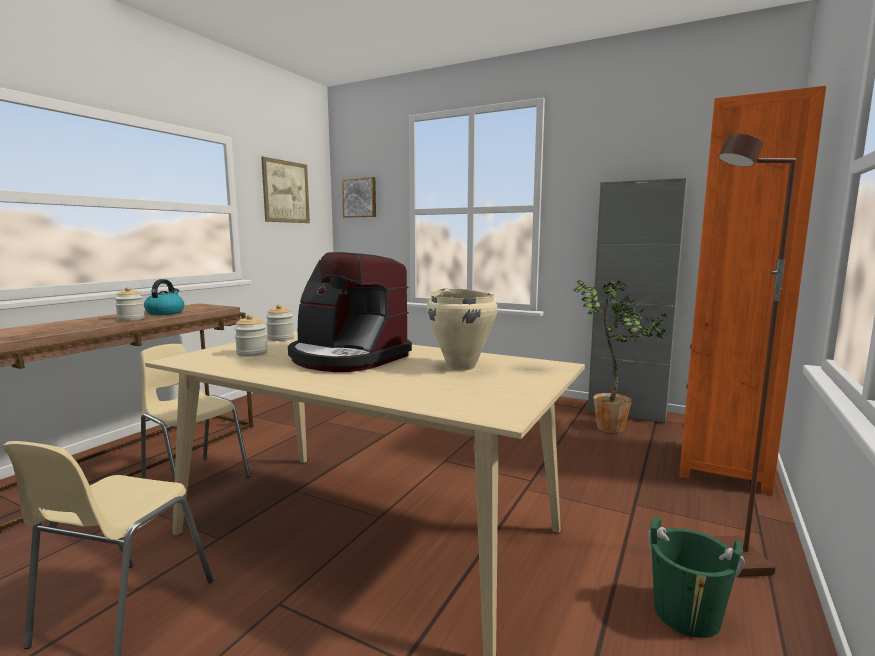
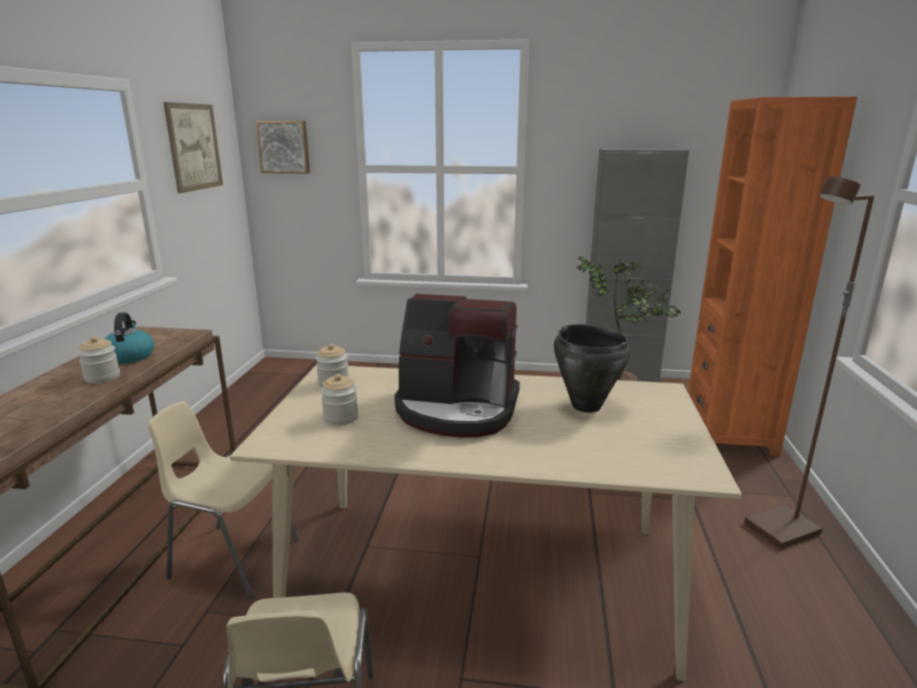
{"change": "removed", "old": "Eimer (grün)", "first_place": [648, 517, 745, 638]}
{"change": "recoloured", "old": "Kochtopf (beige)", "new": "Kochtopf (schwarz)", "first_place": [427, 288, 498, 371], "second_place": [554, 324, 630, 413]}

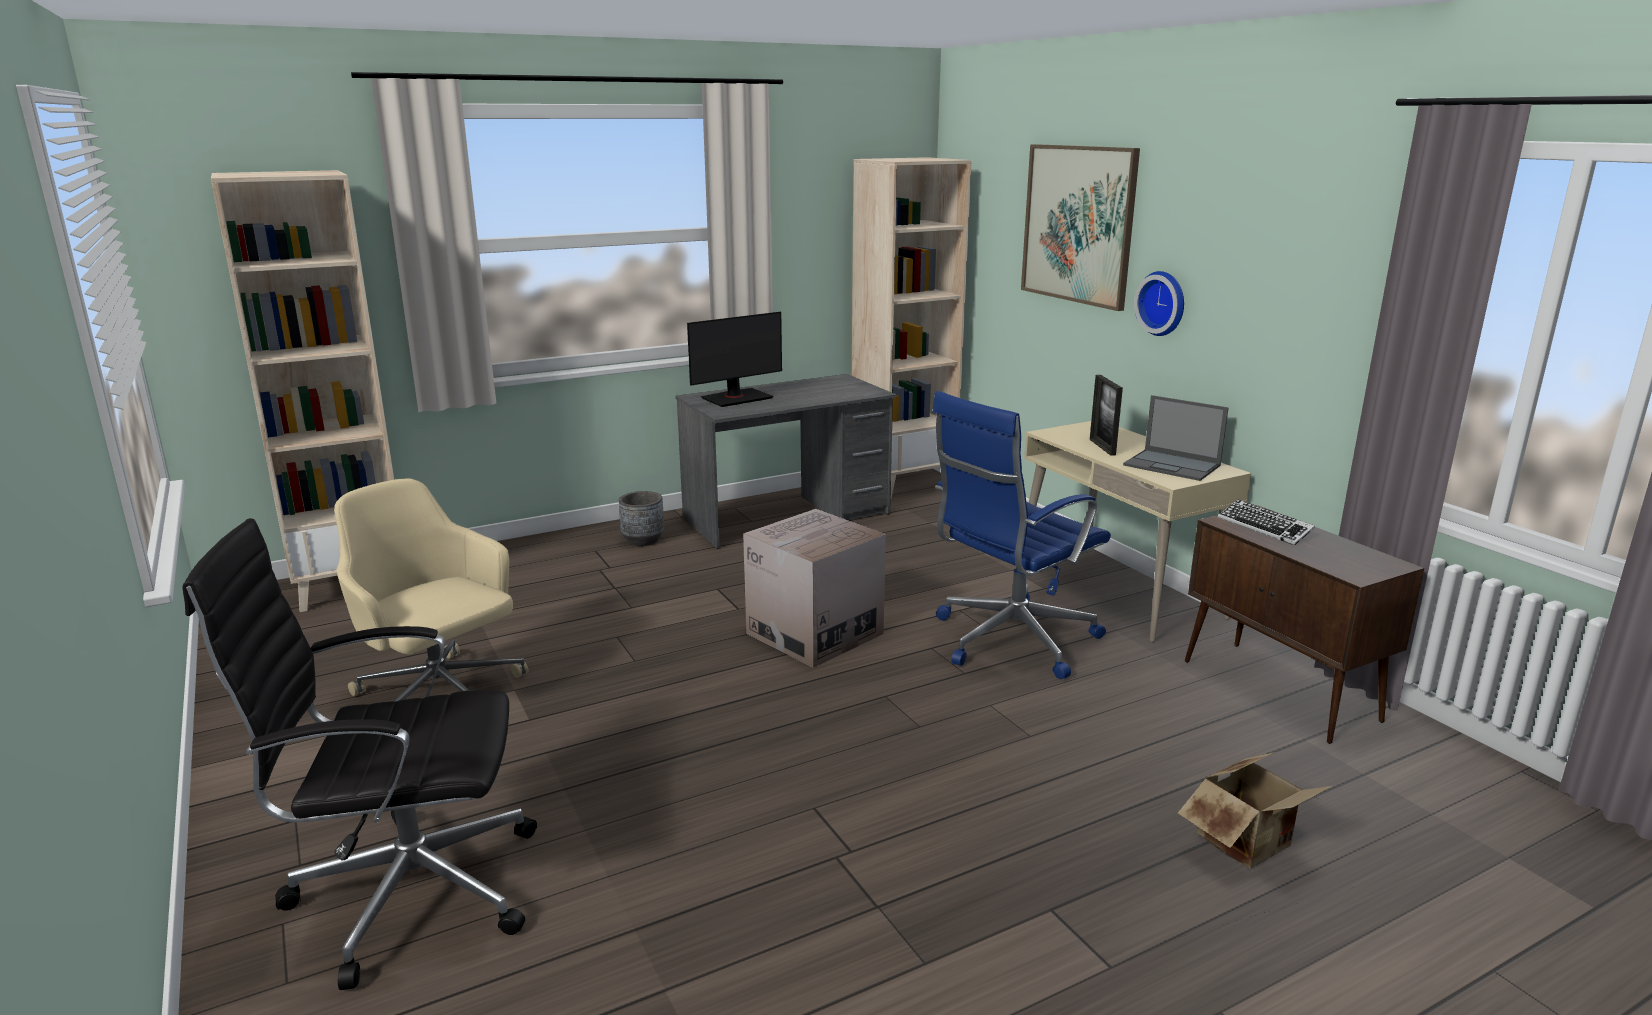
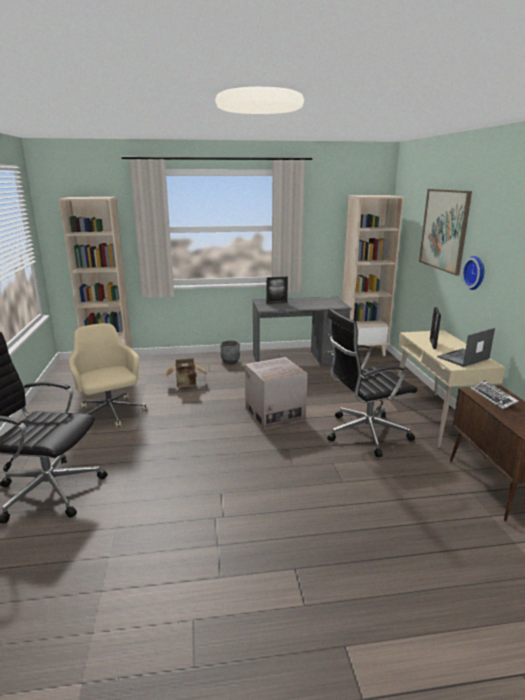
{"change": "moved", "old": "Karton", "first_place": [1178, 752, 1332, 868], "second_place": [165, 358, 207, 388]}
{"change": "replaced", "old": "Monitor", "new": "Bilderrahmen", "first_place": [687, 312, 782, 407], "second_place": [267, 276, 288, 304]}
{"change": "recoloured", "old": "Bürostuhl (blau)", "new": "Bürostuhl (schwarz)", "first_place": [932, 391, 1111, 679], "second_place": [327, 308, 418, 457]}
{"change": "turned", "old": "Laptop", "first_place": [1123, 395, 1229, 481], "second_place": [437, 328, 495, 367], "degrees": 90}

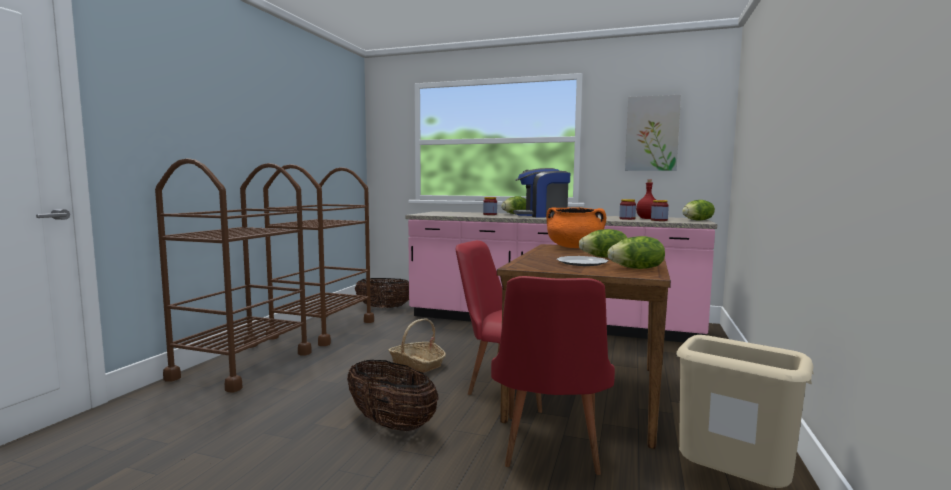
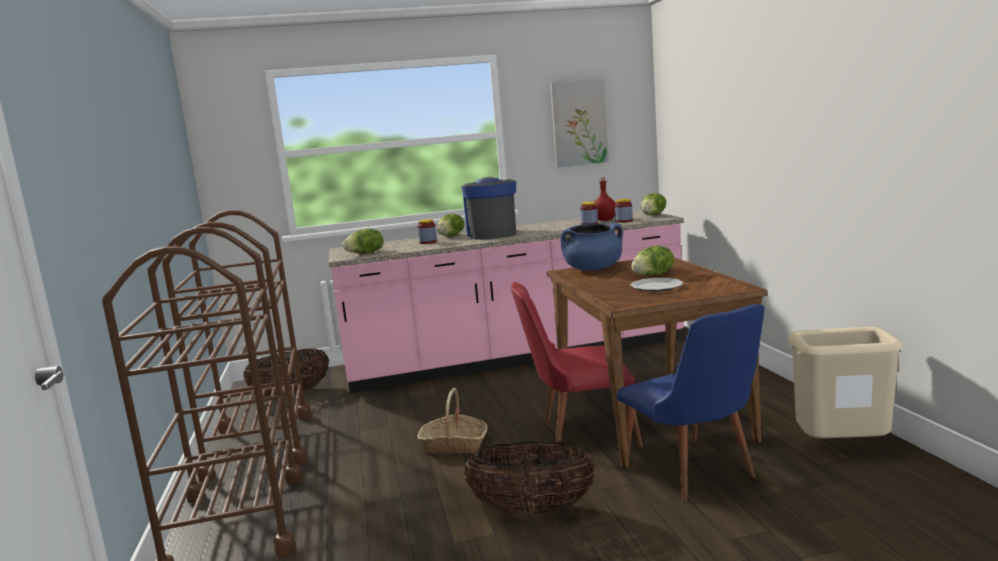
{"change": "moved", "old": "Salatkopf", "first_place": [608, 236, 665, 269], "second_place": [343, 229, 383, 254]}
{"change": "recoloured", "old": "Stuhl (rot)", "new": "Stuhl (blau)", "first_place": [491, 276, 615, 475], "second_place": [616, 304, 765, 501]}
{"change": "recoloured", "old": "Kochtopf (orange)", "new": "Kochtopf (blau)", "first_place": [546, 207, 606, 248], "second_place": [561, 223, 623, 270]}
{"change": "turned", "old": "Kaffeemaschine", "first_place": [513, 168, 570, 217], "second_place": [462, 177, 516, 240], "degrees": 120}

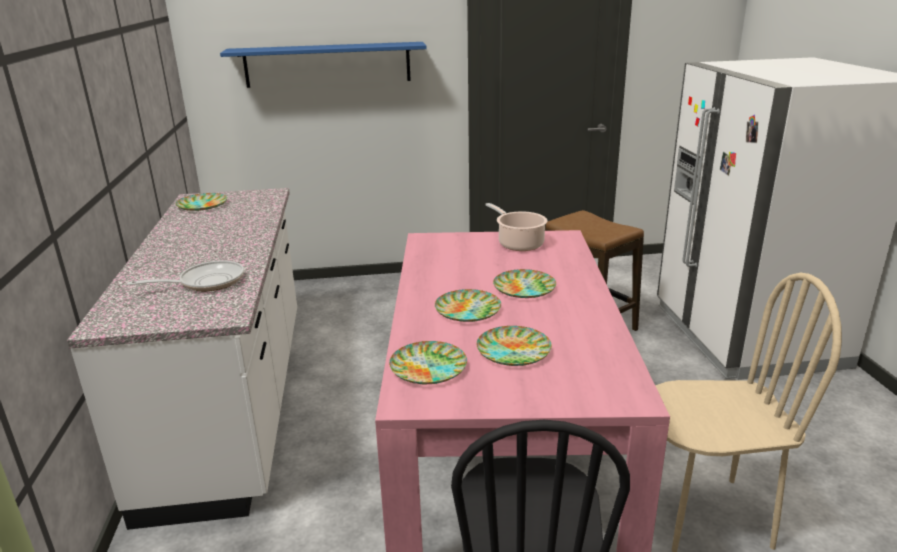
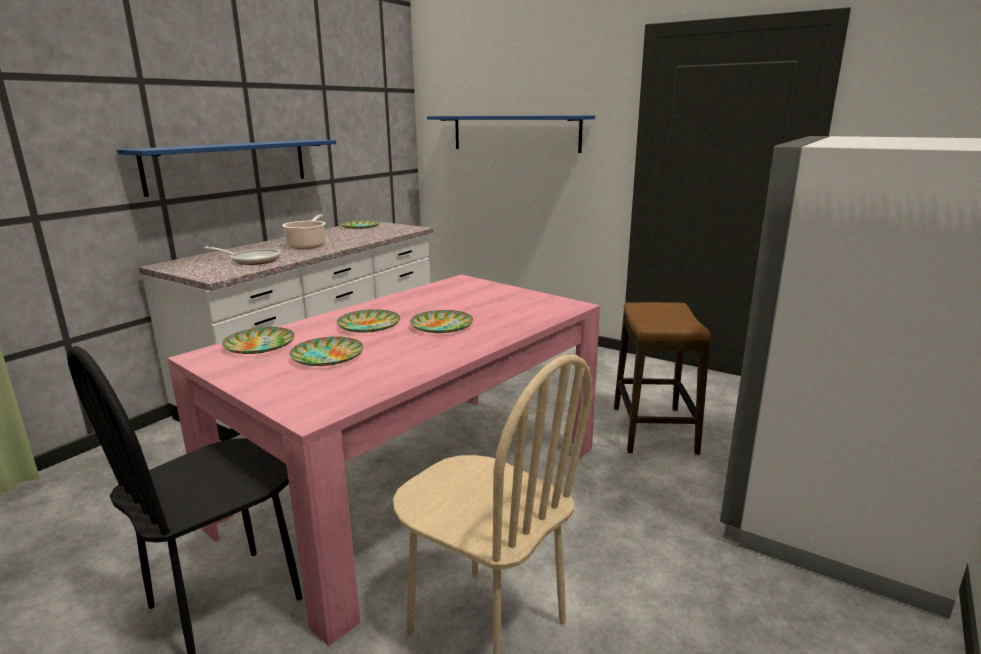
{"change": "added", "new": "Wandregal (blau)", "second_place": [117, 140, 336, 197]}
{"change": "moved", "old": "Kochtopf", "first_place": [486, 203, 547, 251], "second_place": [282, 214, 326, 249]}

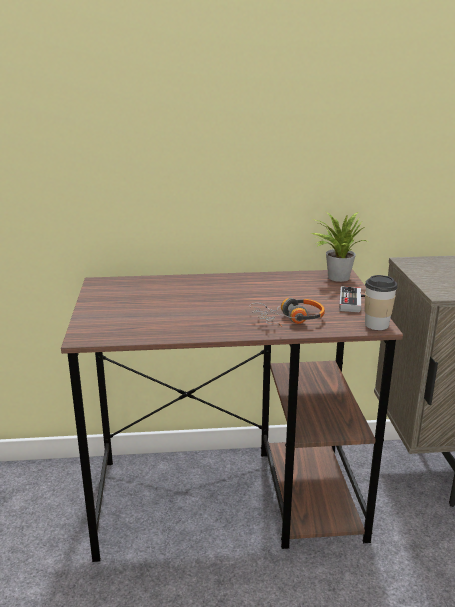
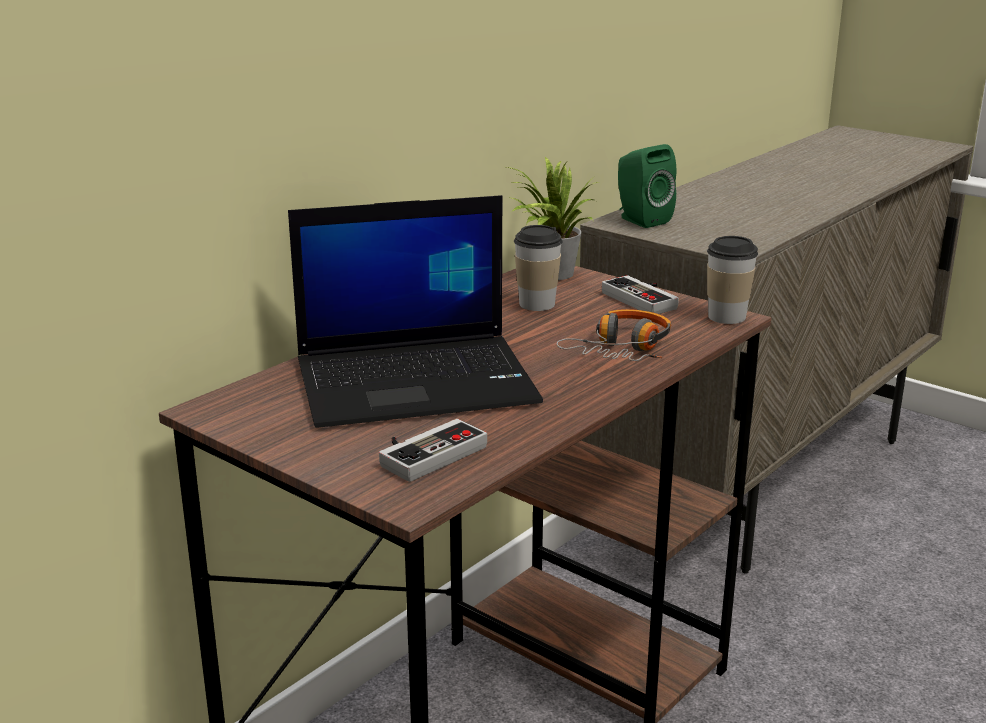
{"change": "added", "new": "Laptop", "second_place": [288, 195, 543, 428]}
{"change": "added", "new": "Gamepad", "second_place": [379, 419, 487, 482]}
{"change": "added", "new": "Tasse", "second_place": [514, 225, 563, 311]}
{"change": "added", "new": "Lautsprecher (grün)", "second_place": [618, 144, 676, 228]}

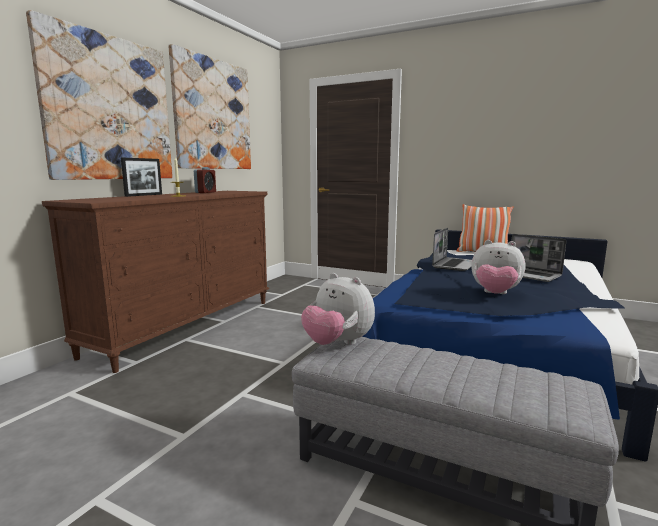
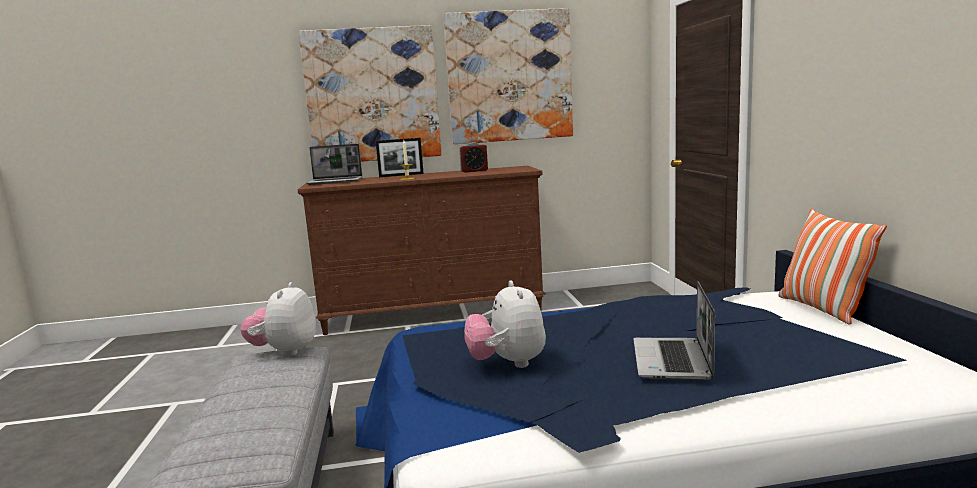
{"change": "moved", "old": "Laptop", "first_place": [432, 228, 472, 271], "second_place": [307, 144, 362, 185]}

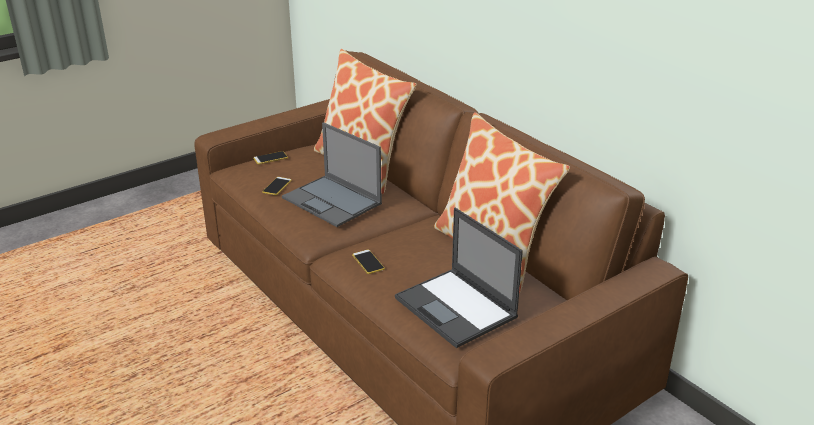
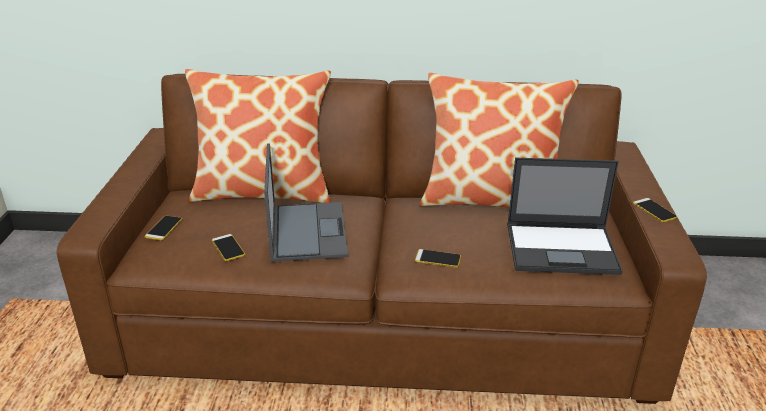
{"change": "added", "new": "Handy", "second_place": [633, 198, 678, 223]}
{"change": "turned", "old": "Laptop", "first_place": [282, 122, 382, 227], "second_place": [264, 143, 348, 262], "degrees": -90}

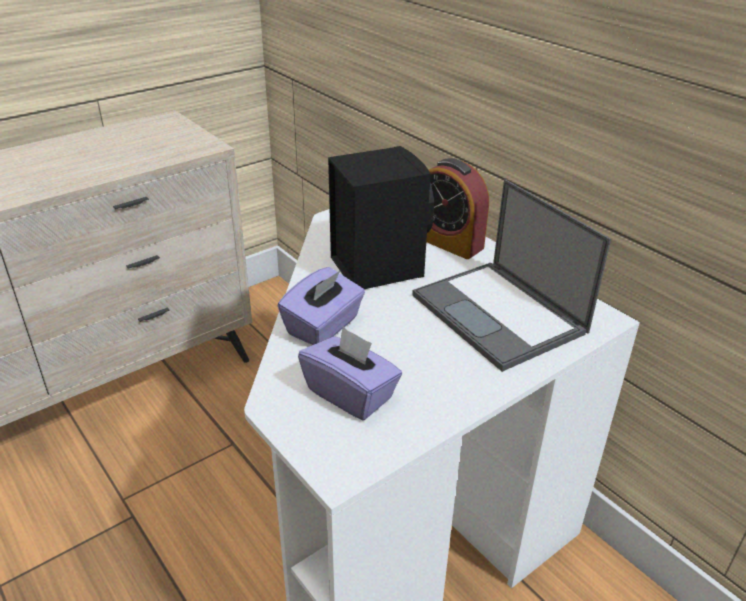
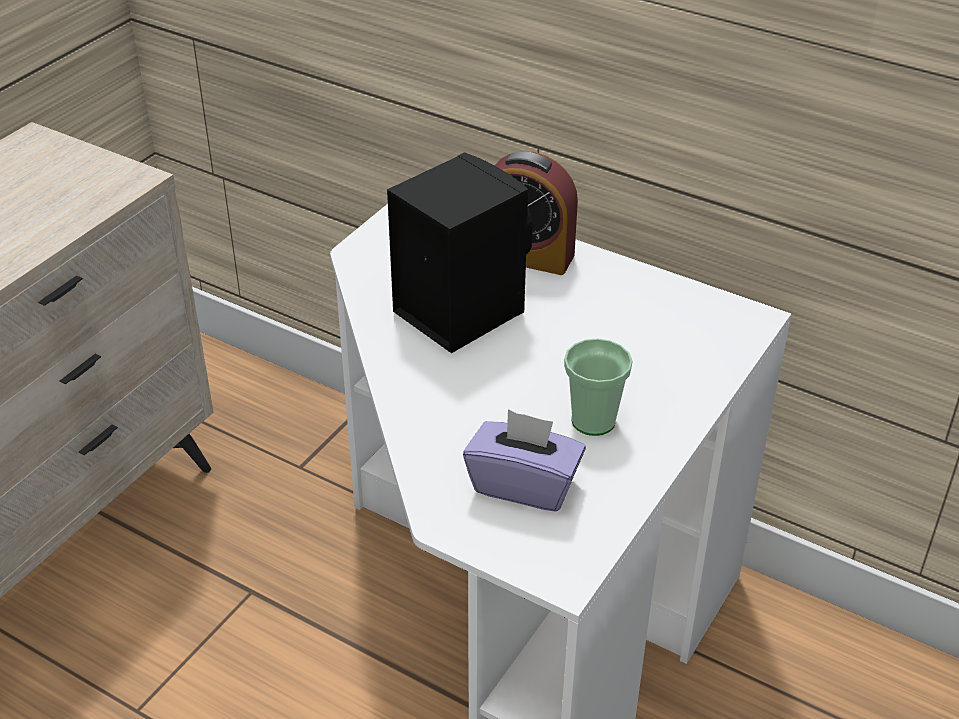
{"change": "removed", "old": "Taschentuchbox (lila)", "first_place": [278, 267, 365, 345]}
{"change": "removed", "old": "Laptop", "first_place": [412, 179, 611, 372]}
{"change": "added", "new": "Tasse", "second_place": [564, 338, 632, 436]}

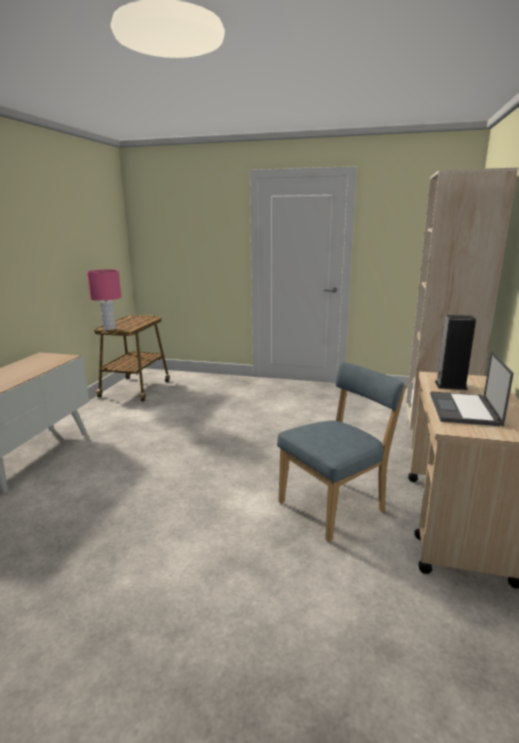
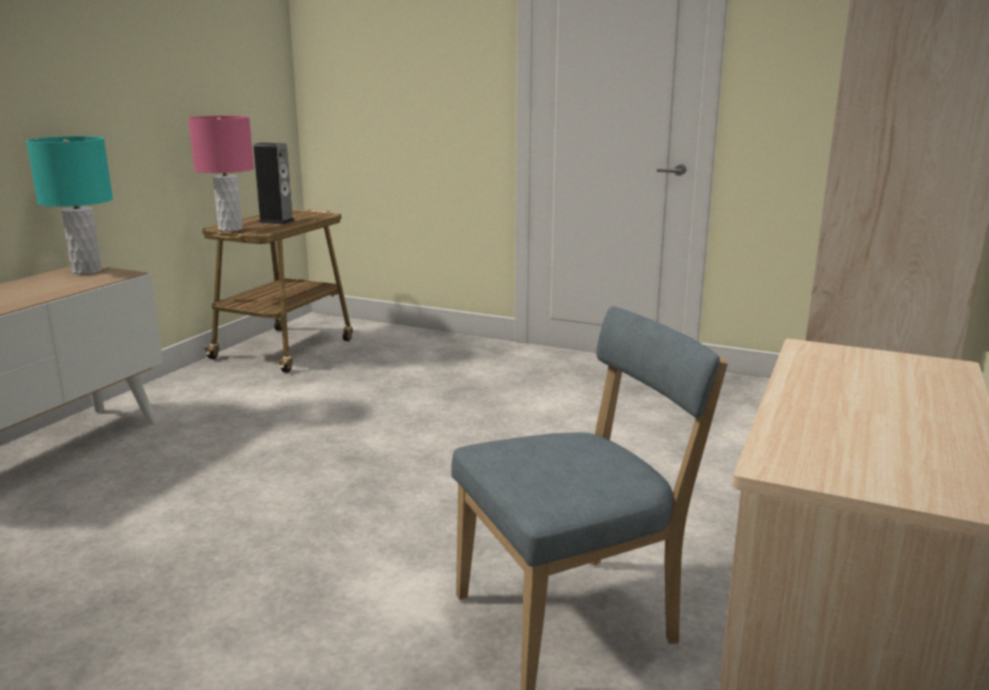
{"change": "removed", "old": "Laptop", "first_place": [430, 351, 514, 427]}
{"change": "added", "new": "Tischlampe (türkis)", "second_place": [26, 136, 113, 274]}
{"change": "moved", "old": "Lautsprecher", "first_place": [435, 315, 476, 390], "second_place": [253, 142, 295, 224]}

